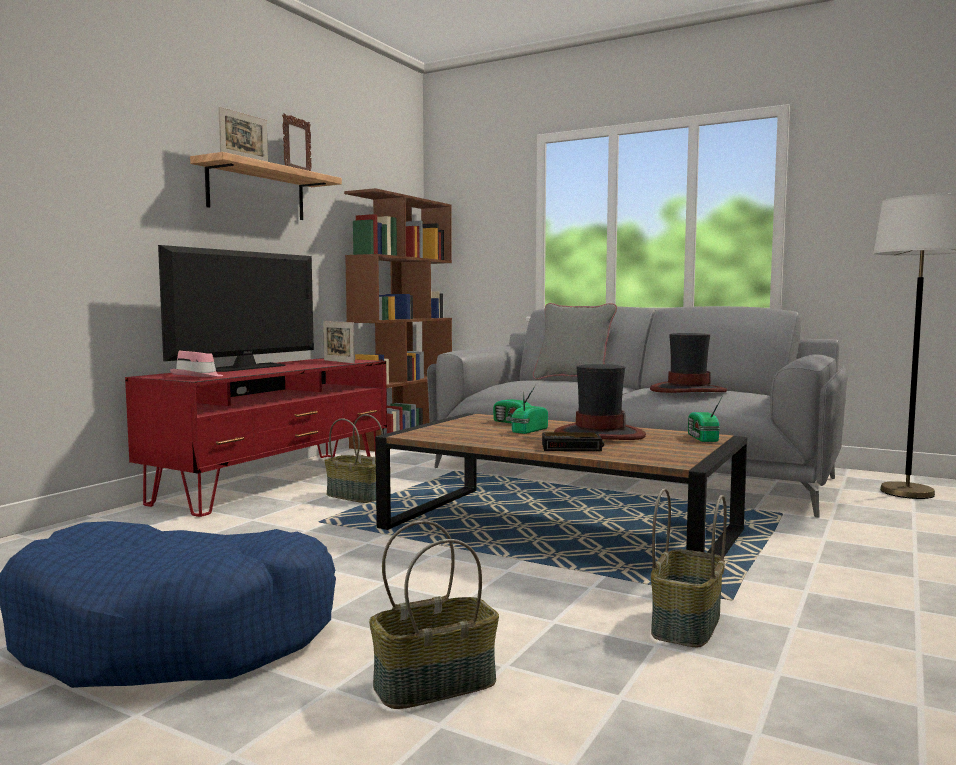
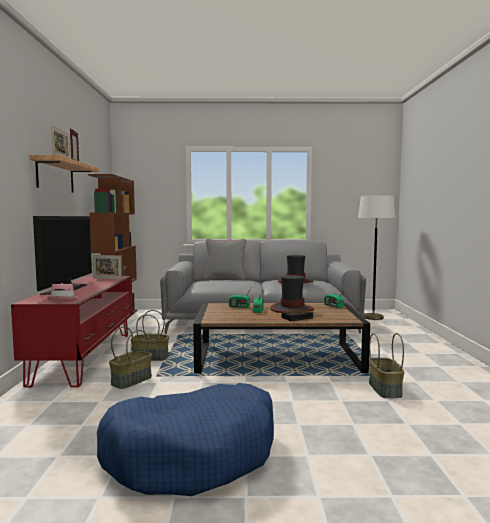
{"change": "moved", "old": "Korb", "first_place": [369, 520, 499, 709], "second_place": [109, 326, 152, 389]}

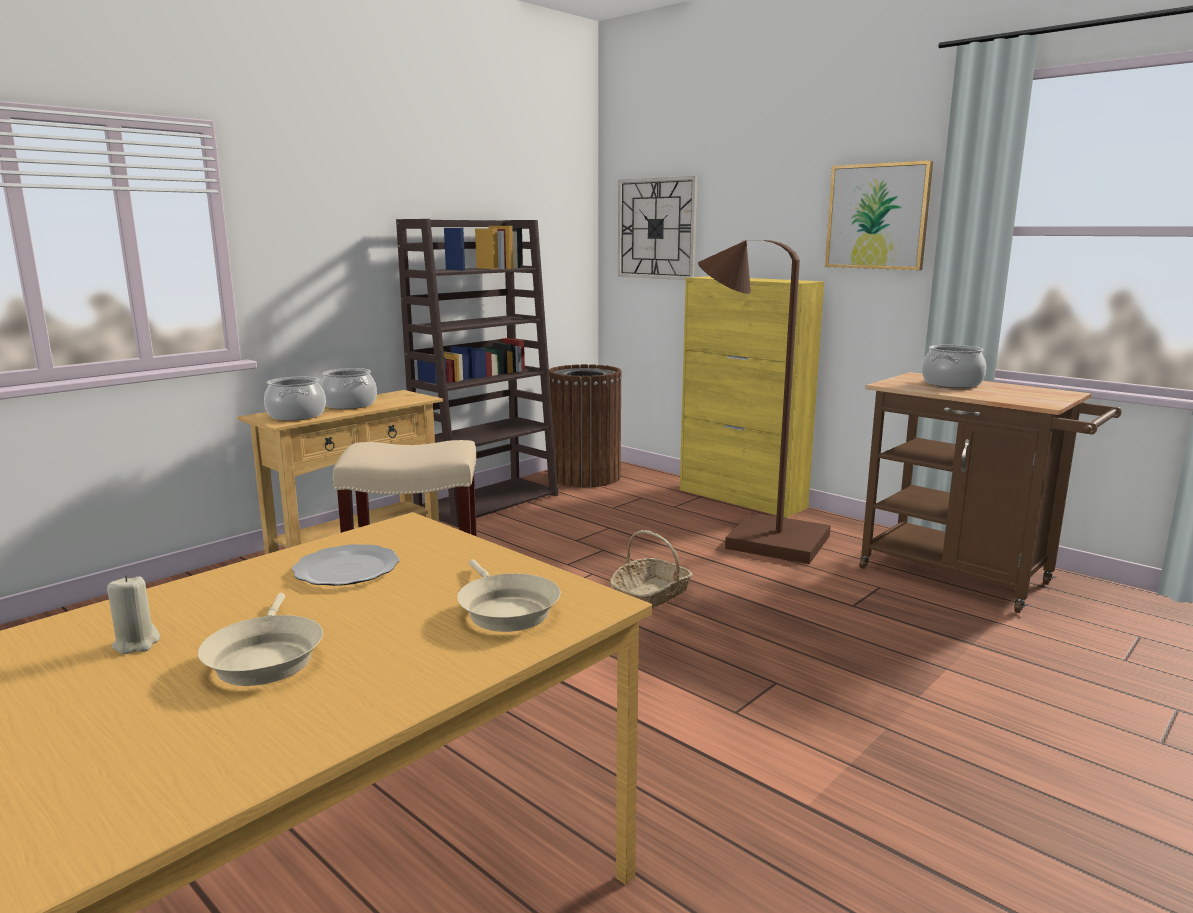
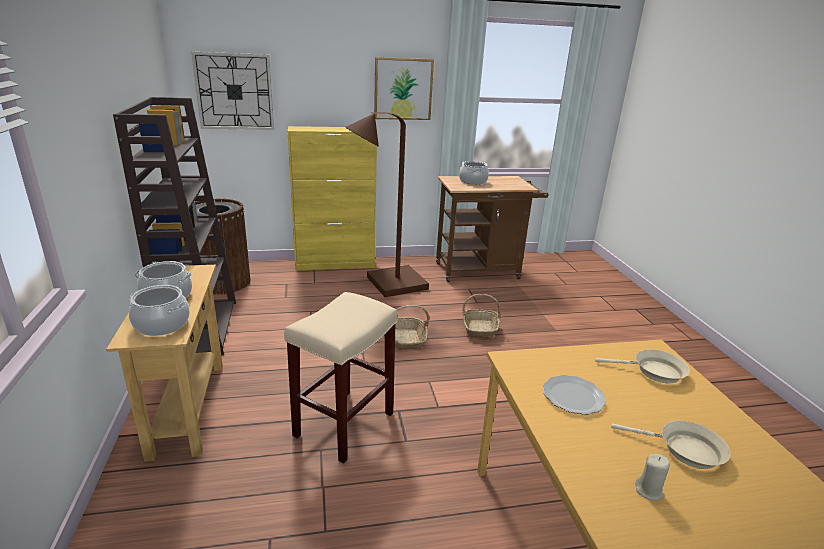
{"change": "added", "new": "Korb", "second_place": [462, 294, 501, 339]}

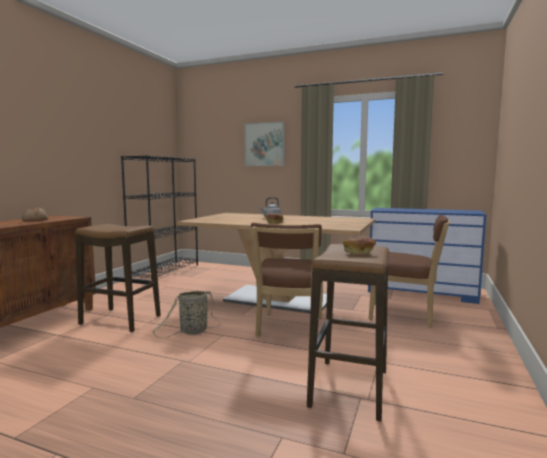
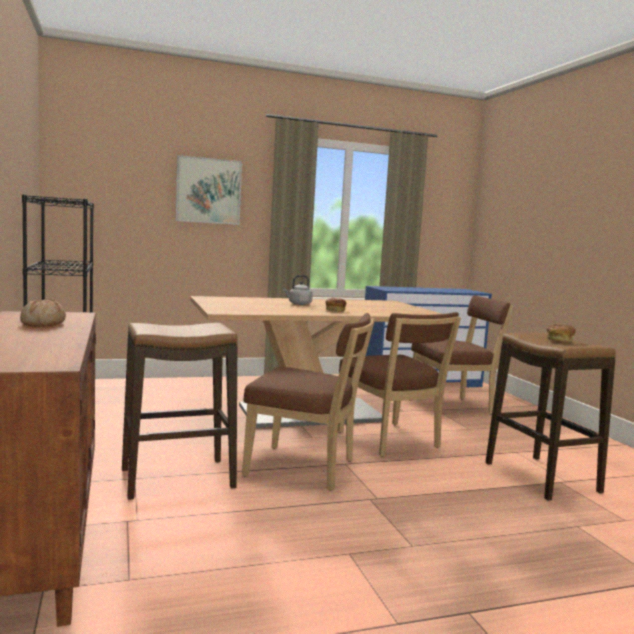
{"change": "replaced", "old": "Korb", "new": "Stuhl (braun)", "first_place": [152, 291, 220, 338], "second_place": [242, 313, 375, 491]}

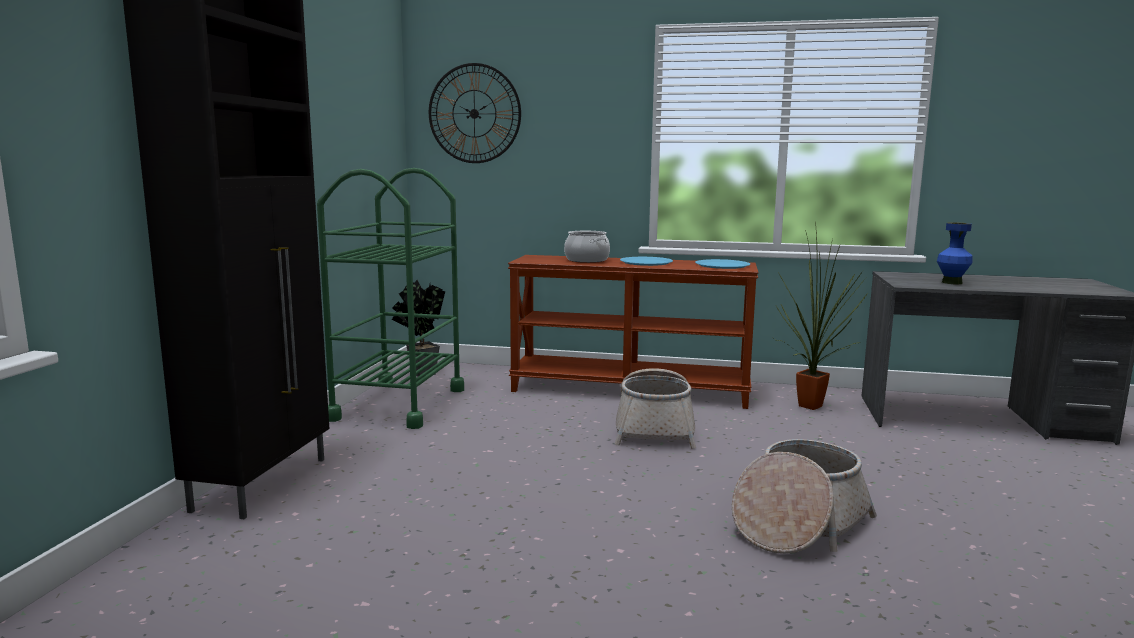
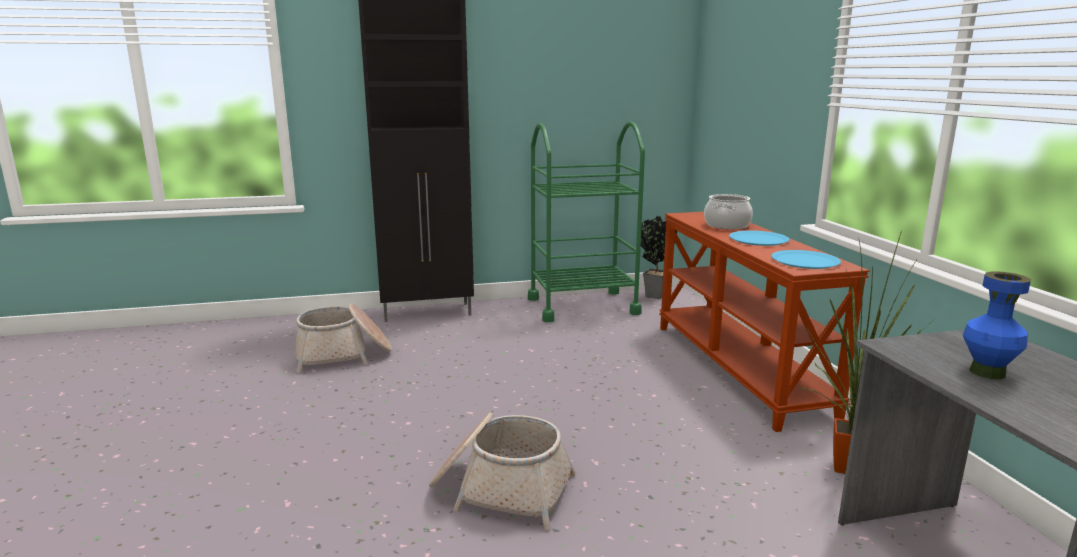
{"change": "removed", "old": "Wanduhr", "first_place": [429, 63, 521, 163]}
{"change": "moved", "old": "Korb", "first_place": [615, 368, 696, 449], "second_place": [295, 304, 392, 373]}

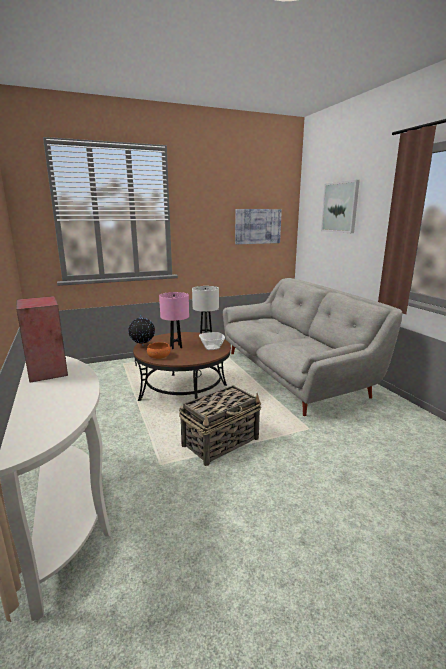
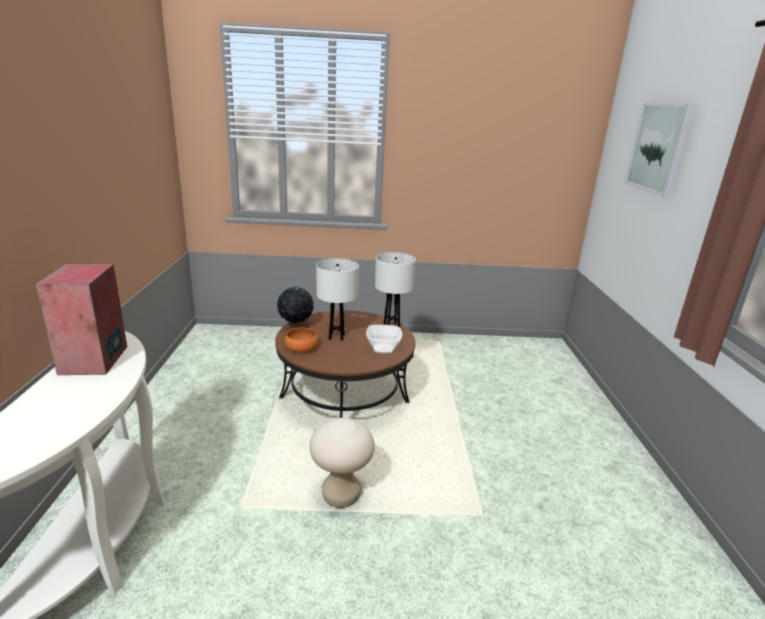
{"change": "removed", "old": "Sofa (grau)", "first_place": [223, 278, 402, 416]}
{"change": "removed", "old": "Bild", "first_place": [235, 209, 282, 244]}
{"change": "replaced", "old": "Korb", "new": "Hocker (beige)", "first_place": [179, 385, 261, 466], "second_place": [310, 418, 375, 508]}
{"change": "recoloured", "old": "Tischlampe (rosa)", "new": "Tischlampe (weiß)", "first_place": [159, 292, 189, 349], "second_place": [316, 258, 359, 341]}

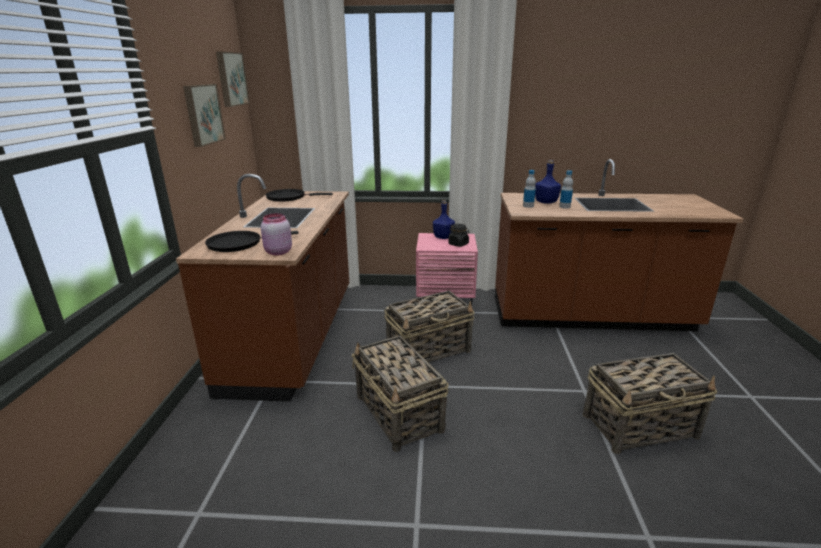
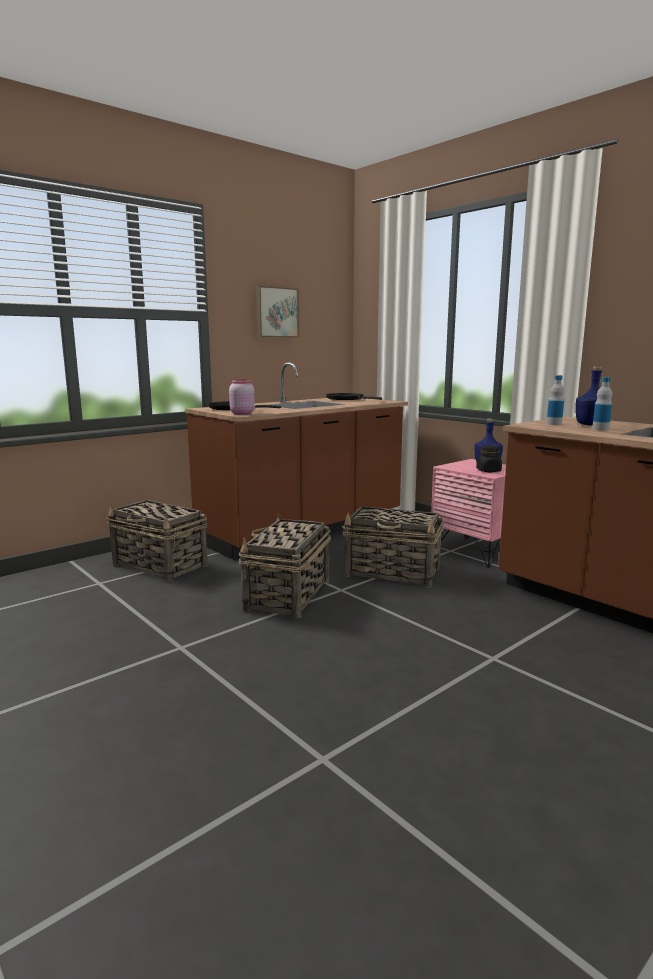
{"change": "removed", "old": "Bild", "first_place": [216, 52, 250, 107]}
{"change": "moved", "old": "Korb", "first_place": [583, 353, 717, 454], "second_place": [105, 500, 208, 582]}

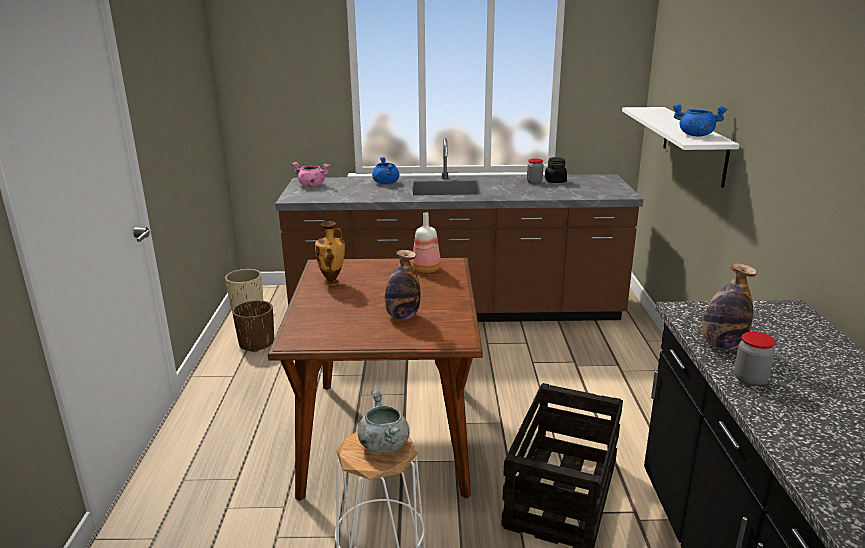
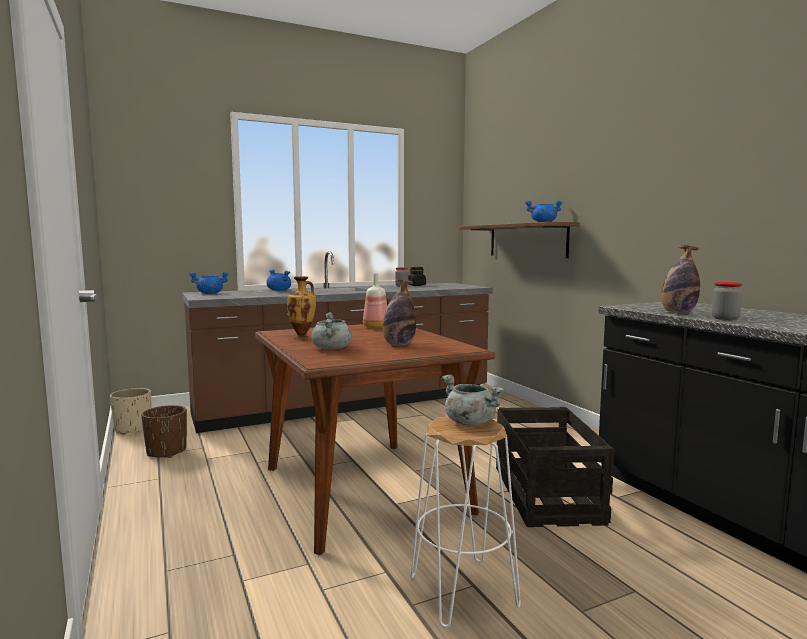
{"change": "added", "new": "Kochtopf (grau)", "second_place": [311, 312, 352, 350]}
{"change": "recoloured", "old": "Kochtopf (rosa)", "new": "Kochtopf (blau)", "first_place": [292, 162, 330, 187], "second_place": [189, 272, 229, 294]}
{"change": "recoloured", "old": "Wandregal (weiß)", "new": "Wandregal (braun)", "first_place": [622, 107, 739, 188], "second_place": [460, 222, 579, 258]}

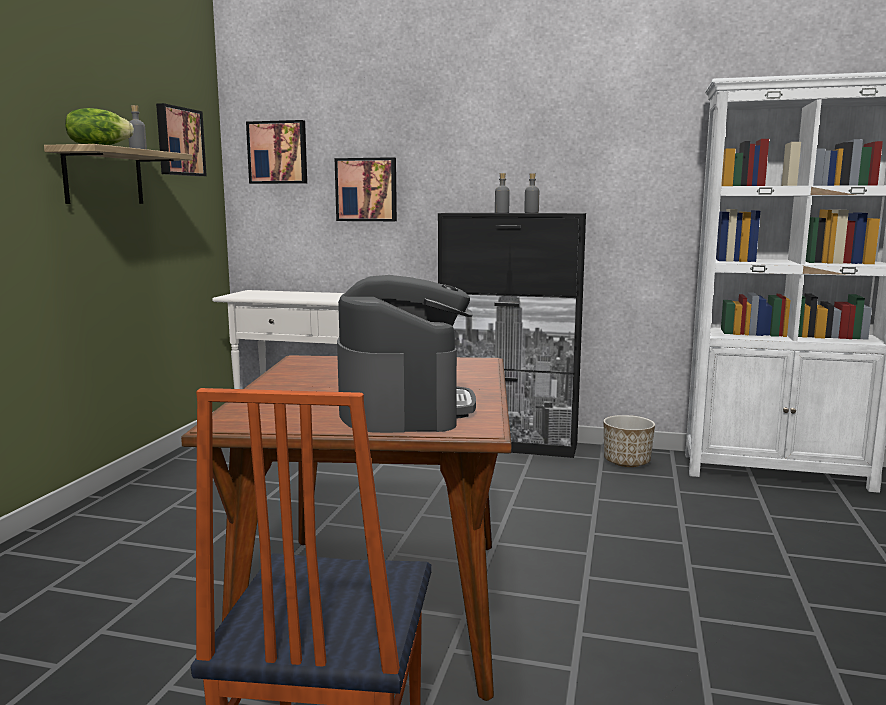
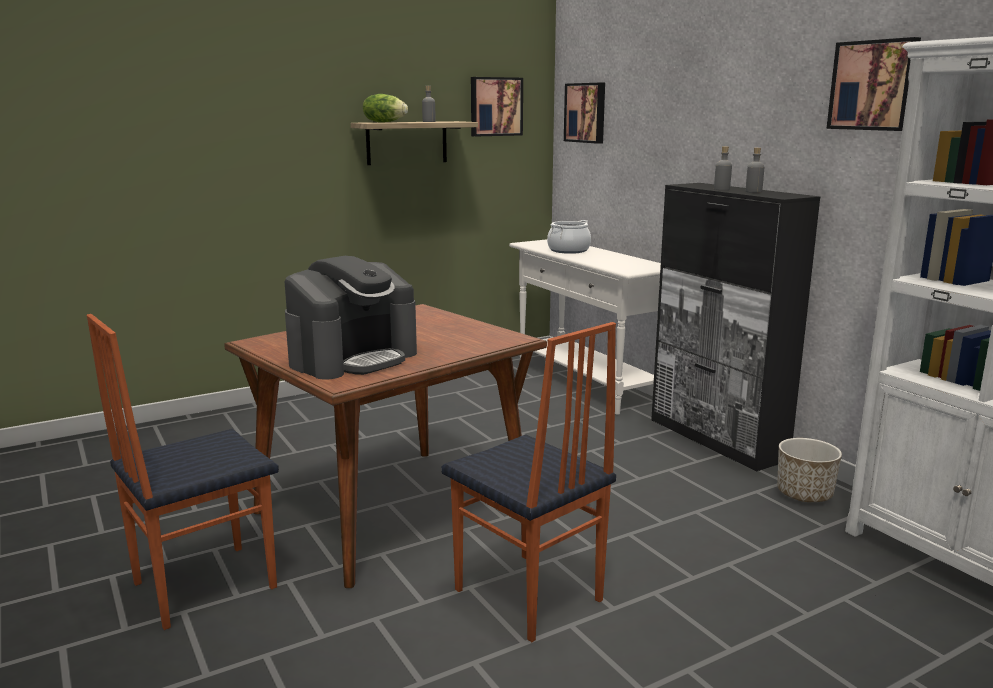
{"change": "added", "new": "Stuhl", "second_place": [441, 322, 616, 642]}
{"change": "added", "new": "Kochtopf", "second_place": [547, 220, 591, 254]}
{"change": "moved", "old": "Bild", "first_place": [335, 157, 397, 221], "second_place": [826, 37, 921, 131]}

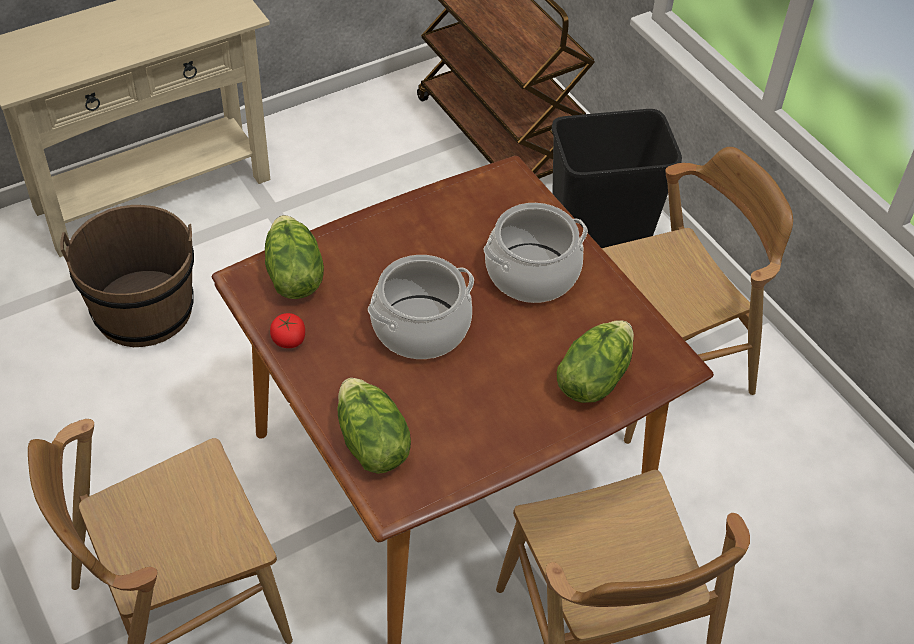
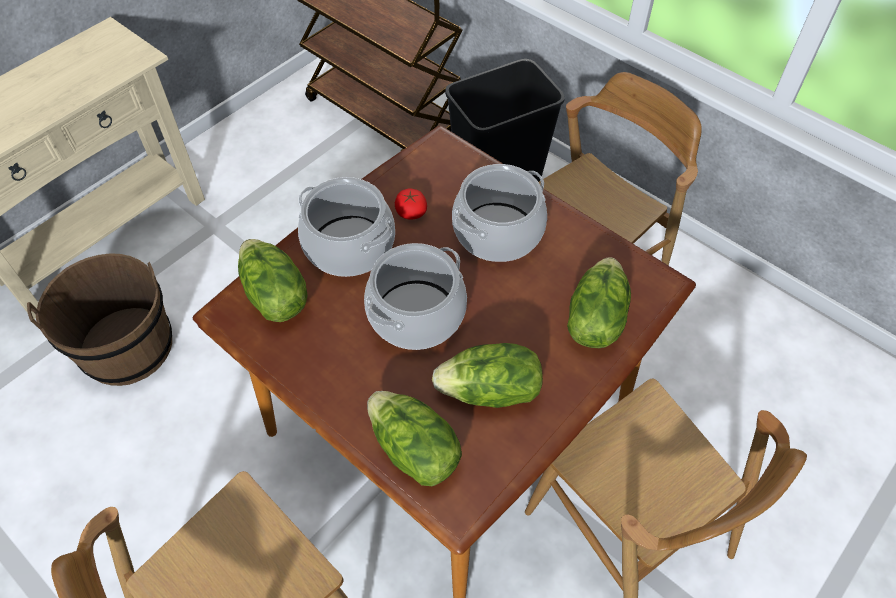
{"change": "added", "new": "Kochtopf", "second_place": [298, 177, 395, 277]}
{"change": "added", "new": "Salatkopf", "second_place": [432, 343, 543, 408]}
{"change": "moved", "old": "Tomate", "first_place": [270, 313, 305, 348], "second_place": [395, 188, 427, 220]}

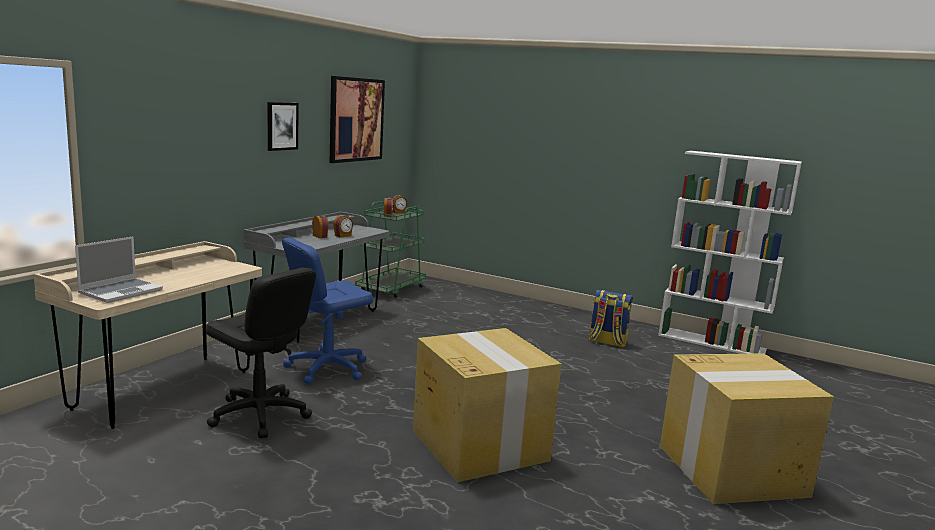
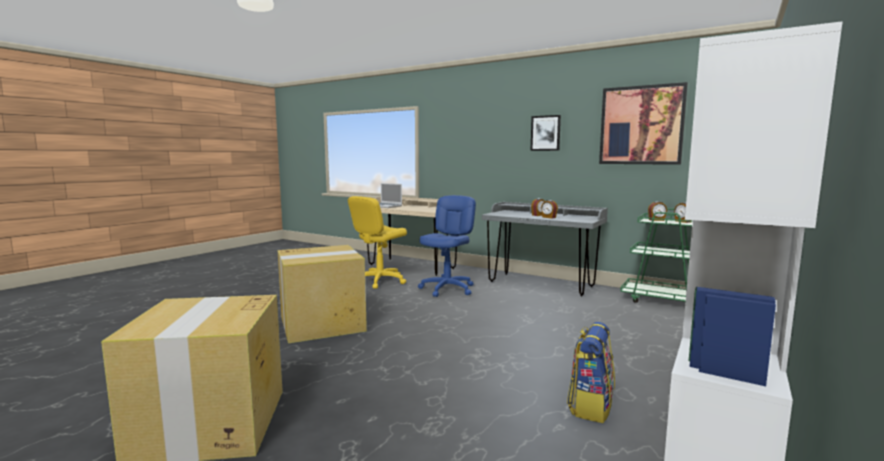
{"change": "recoloured", "old": "Bürostuhl (schwarz)", "new": "Bürostuhl (gelb)", "first_place": [206, 267, 316, 438], "second_place": [348, 196, 407, 289]}
{"change": "turned", "old": "Bürostuhl (blau)", "first_place": [282, 238, 373, 384], "second_place": [418, 195, 476, 297], "degrees": 60}

